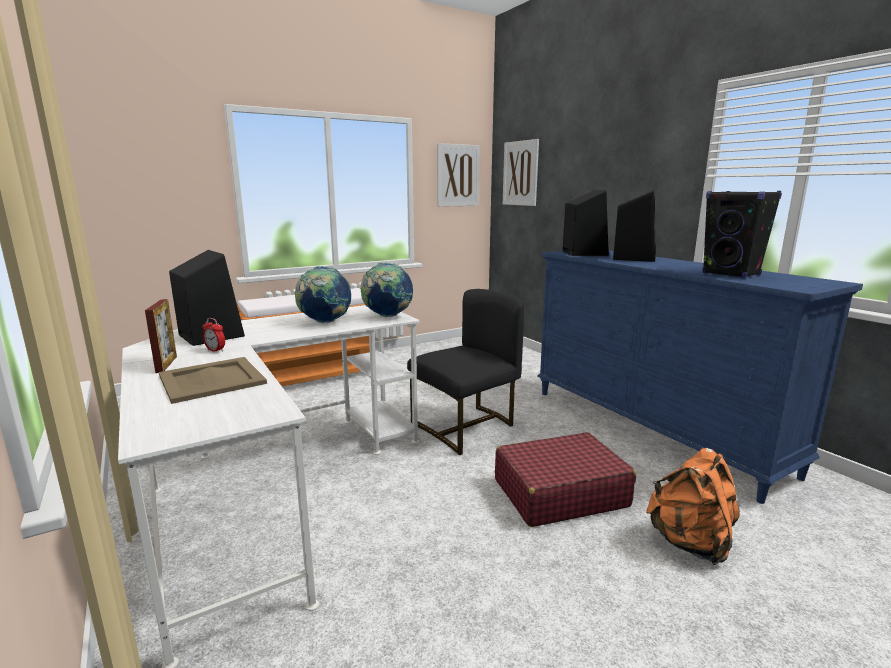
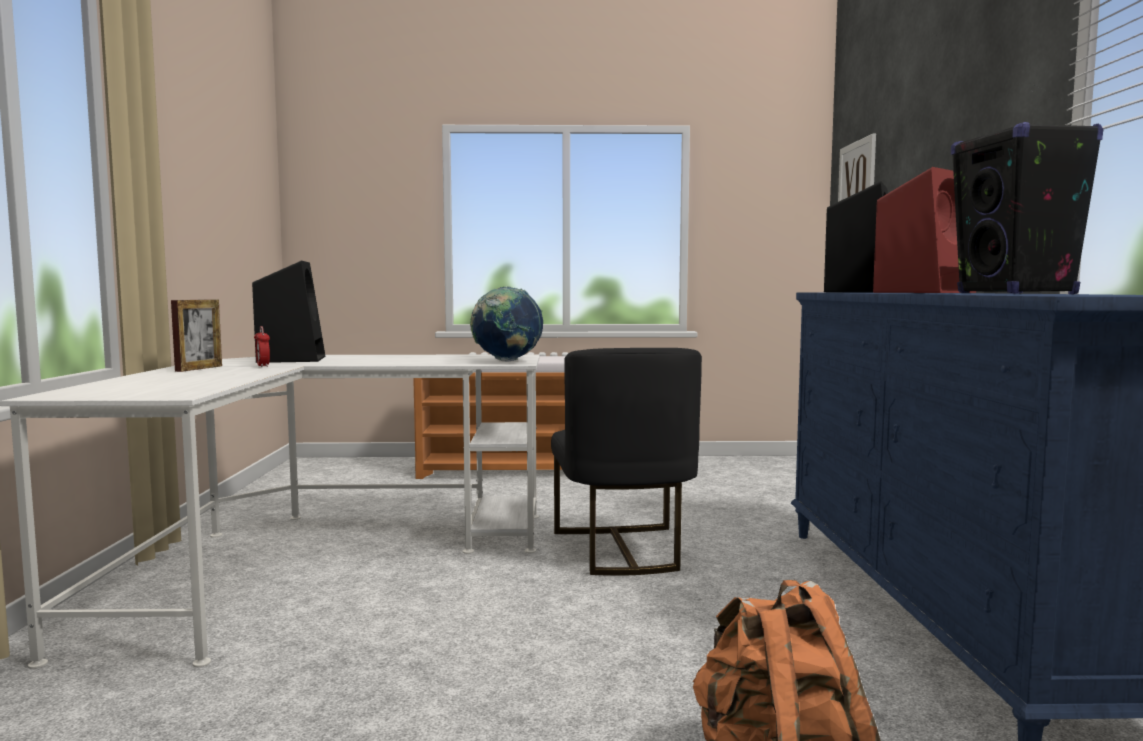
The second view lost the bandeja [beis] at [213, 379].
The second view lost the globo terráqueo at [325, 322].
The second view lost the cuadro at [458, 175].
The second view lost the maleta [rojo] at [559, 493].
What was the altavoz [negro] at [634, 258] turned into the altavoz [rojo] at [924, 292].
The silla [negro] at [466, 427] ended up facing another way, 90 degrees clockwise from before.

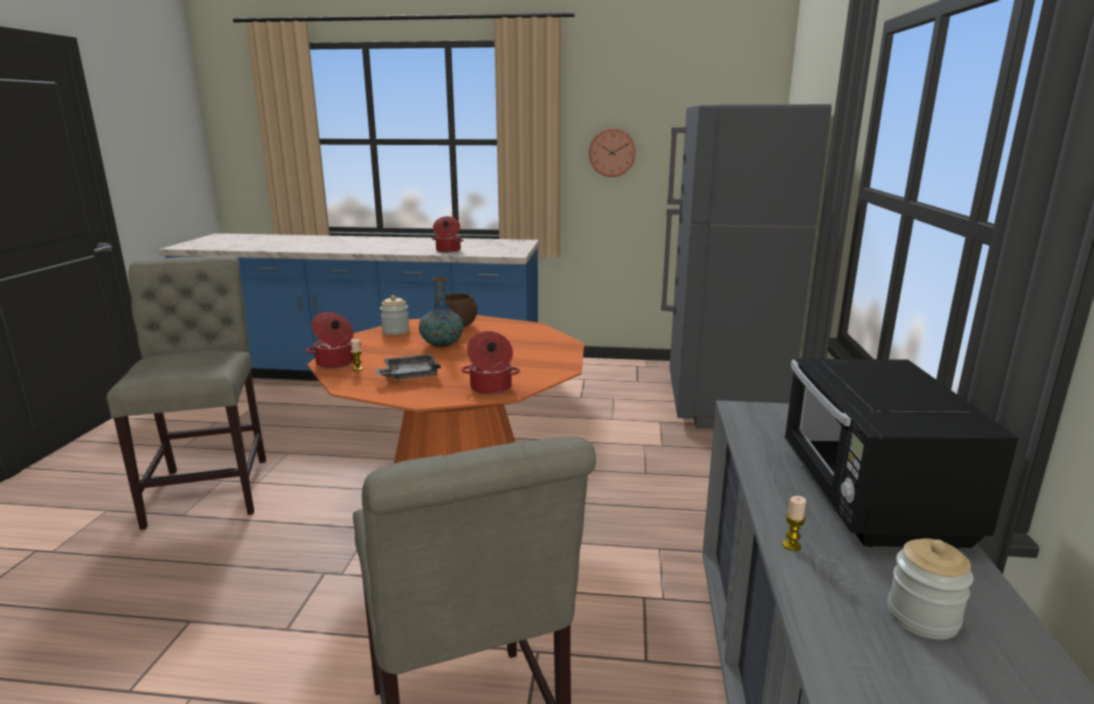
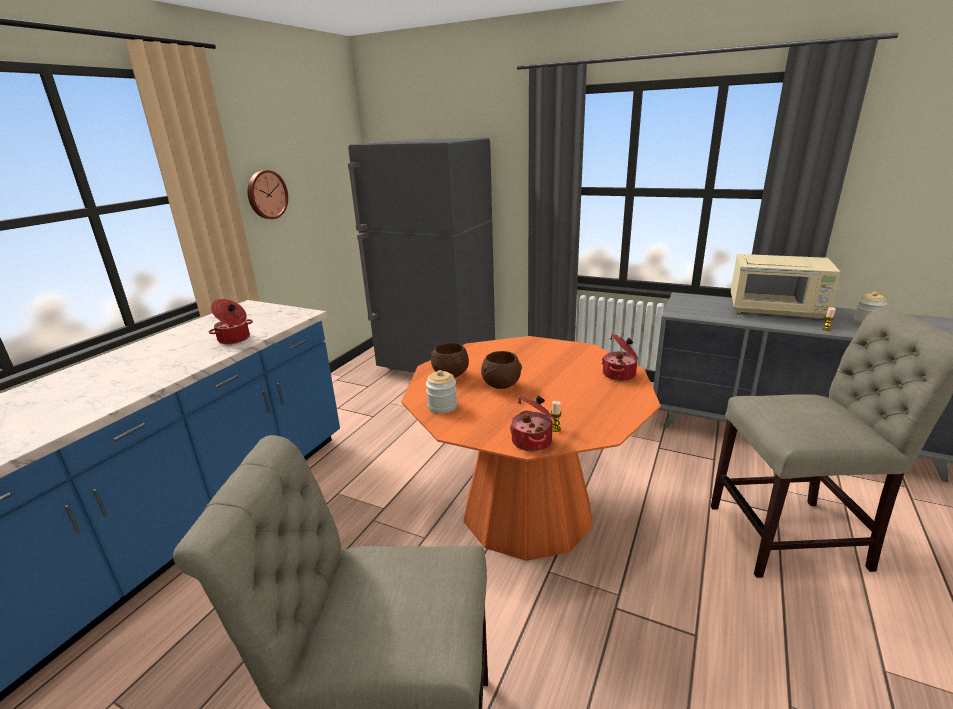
The second view lost the bandeja [gris] at [409, 375].
Where the florero stood at [442, 344], the cuenco [marrón] came to stand at [502, 386].
What was the microondas [negro] at [870, 499] turned into the microondas [beis] at [776, 310].

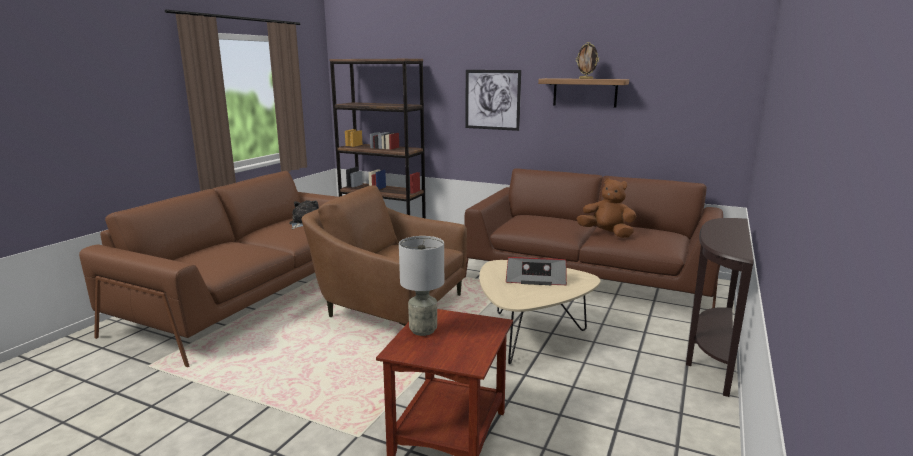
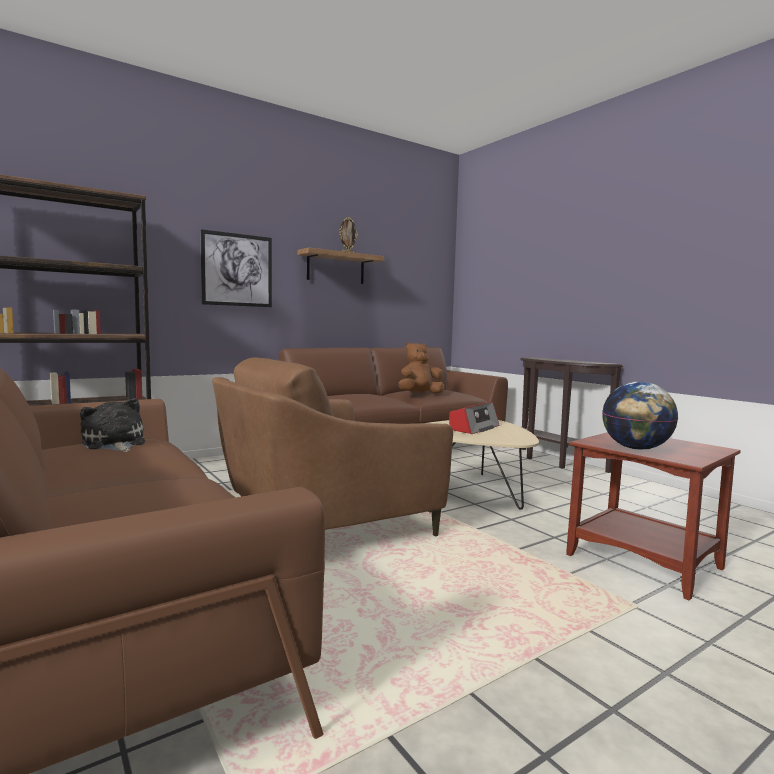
Where the lámpara de mesa [gris] stood at [422, 330], the globo terráqueo came to stand at [636, 448].

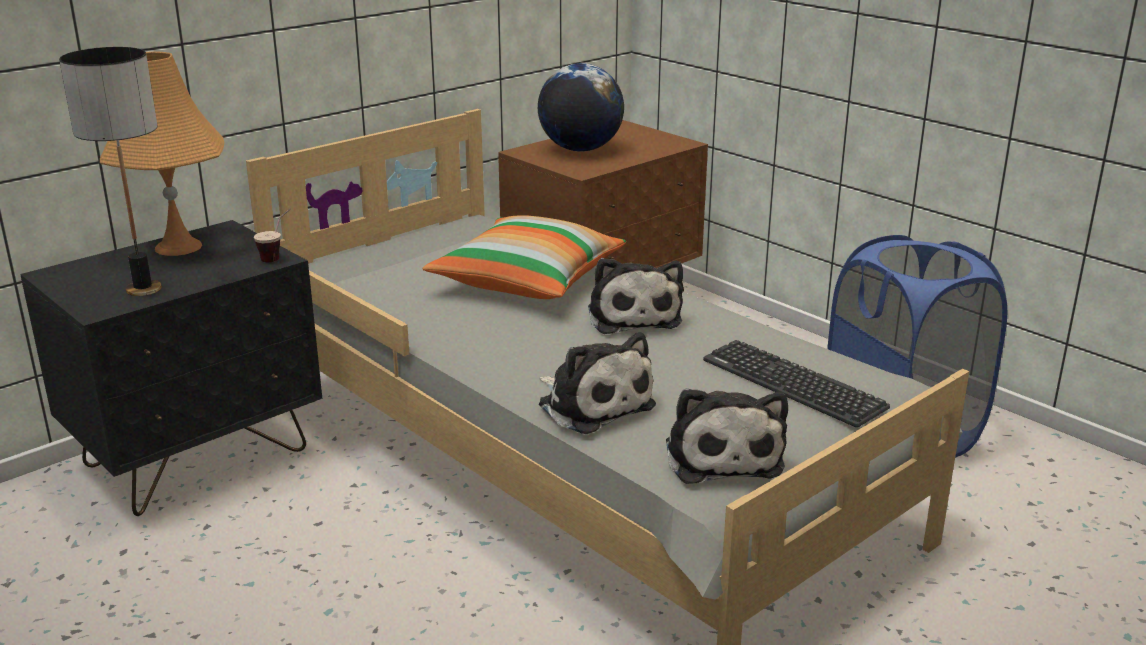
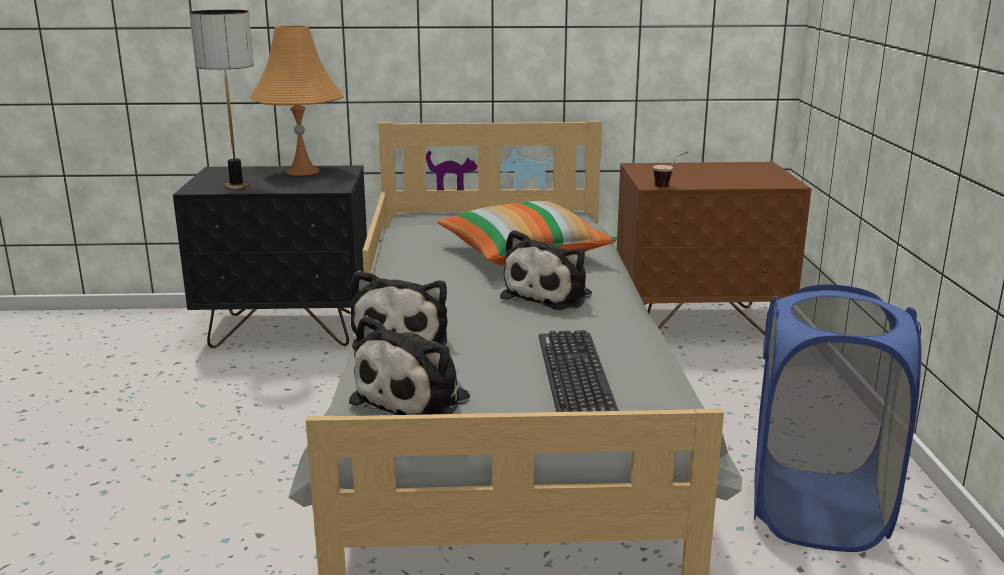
The second view lost the globo terráqueo at [580, 149].
The taza ended up elsewhere, having gone from [277, 256] to [669, 185].

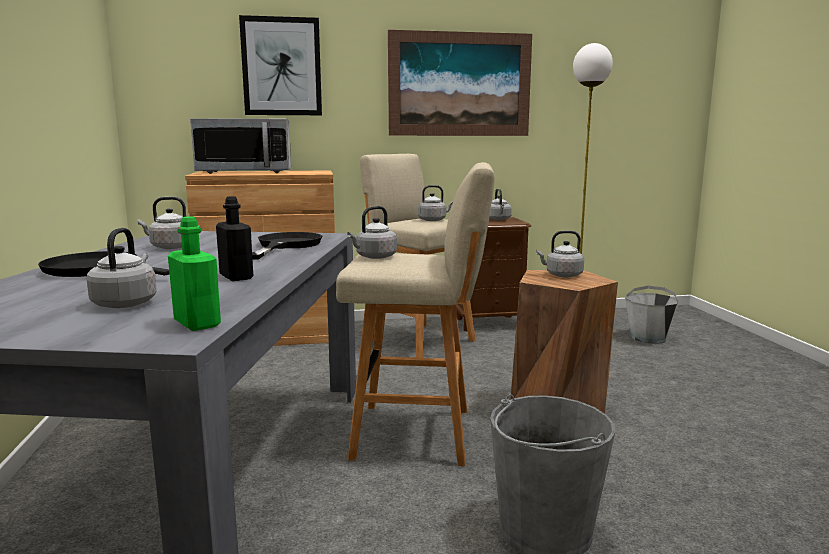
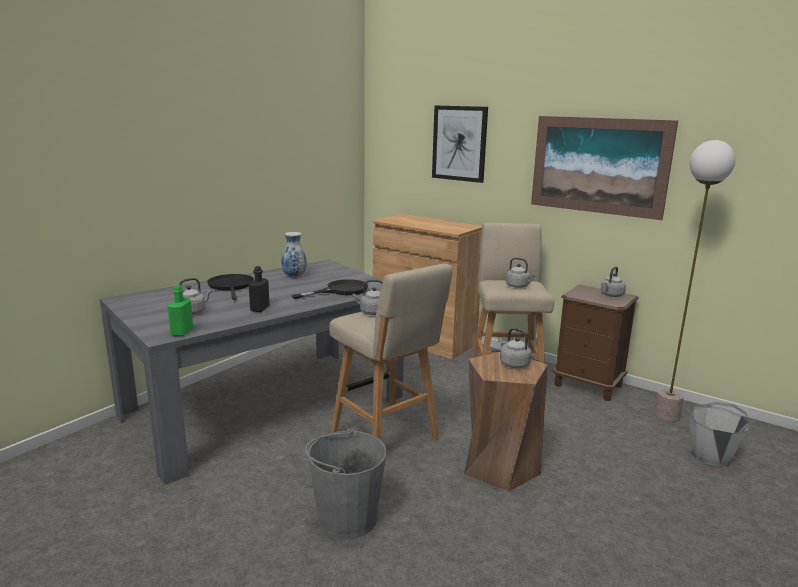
The second view lost the microondas at [245, 172].
Where the hervidor [gris] stood at [169, 247], the florero came to stand at [294, 276].

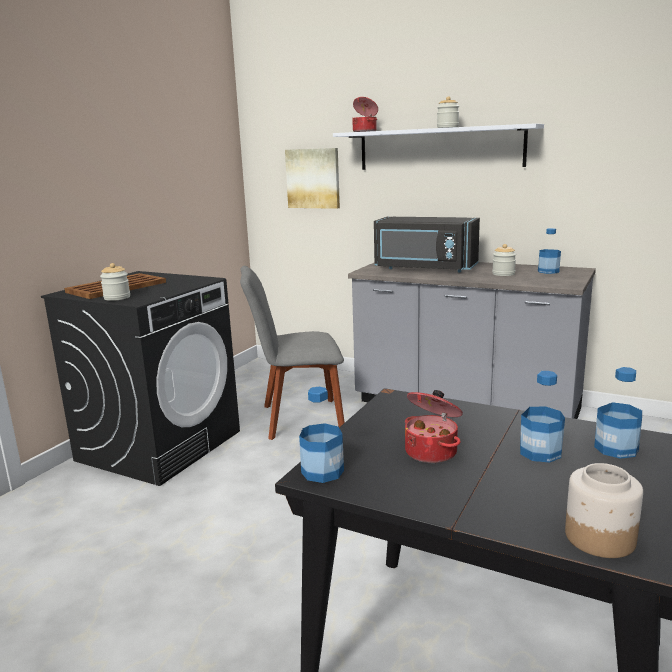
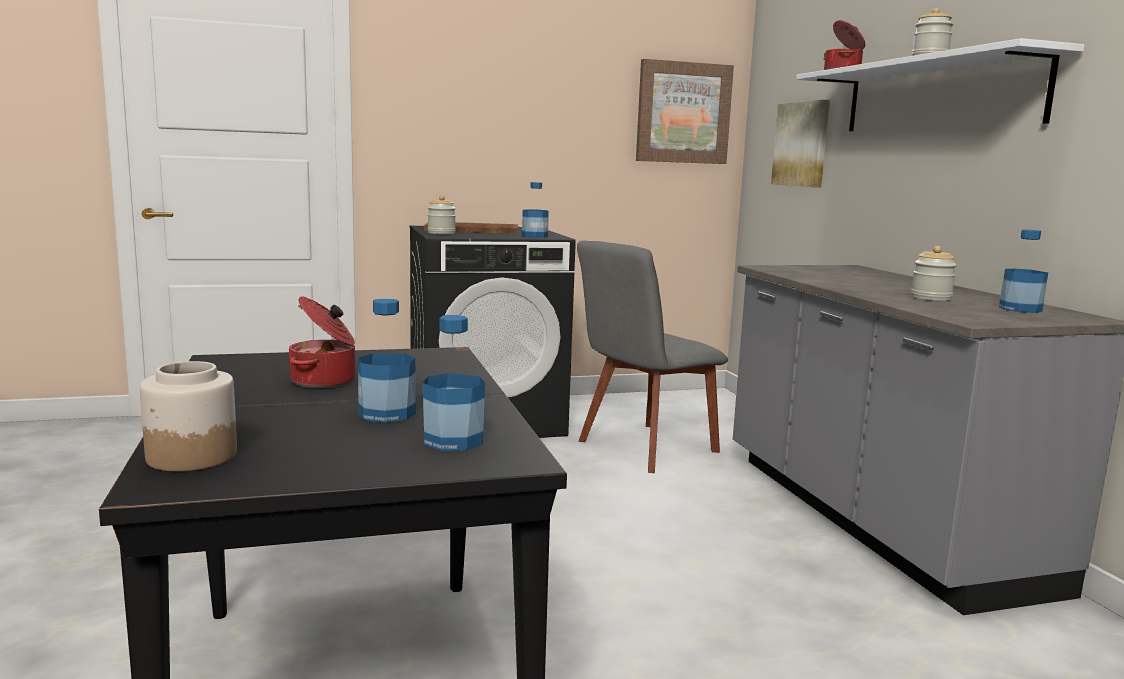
The second view lost the microondas [negro] at [424, 268].
The second view gained the cuadro at [683, 113].
The botella ended up elsewhere, having gone from [322, 471] to [534, 236].
The silla [gris] at [297, 419] ended up facing another way, 75 degrees counterclockwise from before.

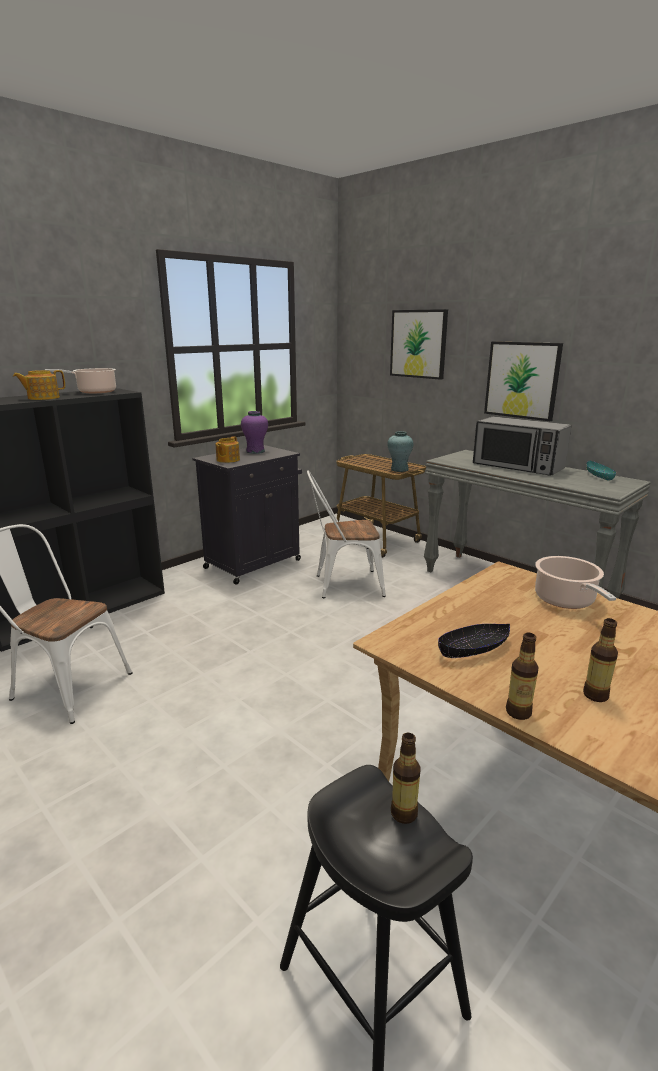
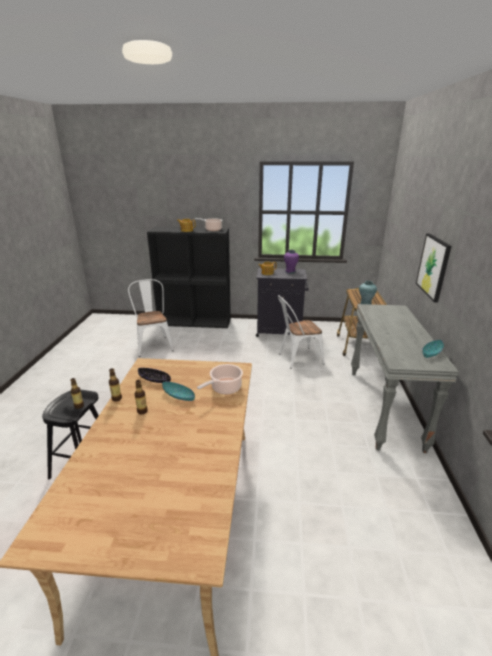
The second view lost the cuadro at [418, 344].
The second view lost the microondas at [517, 466].
The second view gained the cuenco [turquesa] at [179, 395].
The silla [blanco] at [342, 585] ended up facing another way, 60 degrees counterclockwise from before.

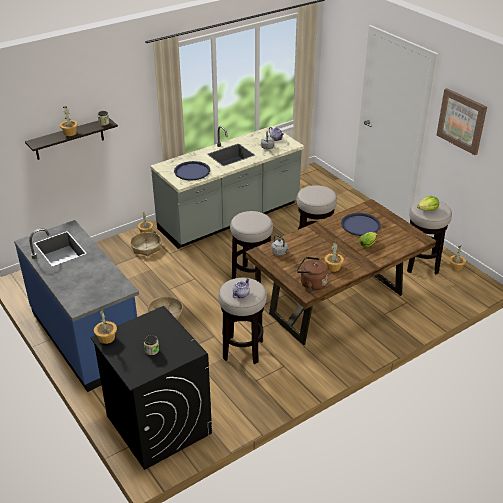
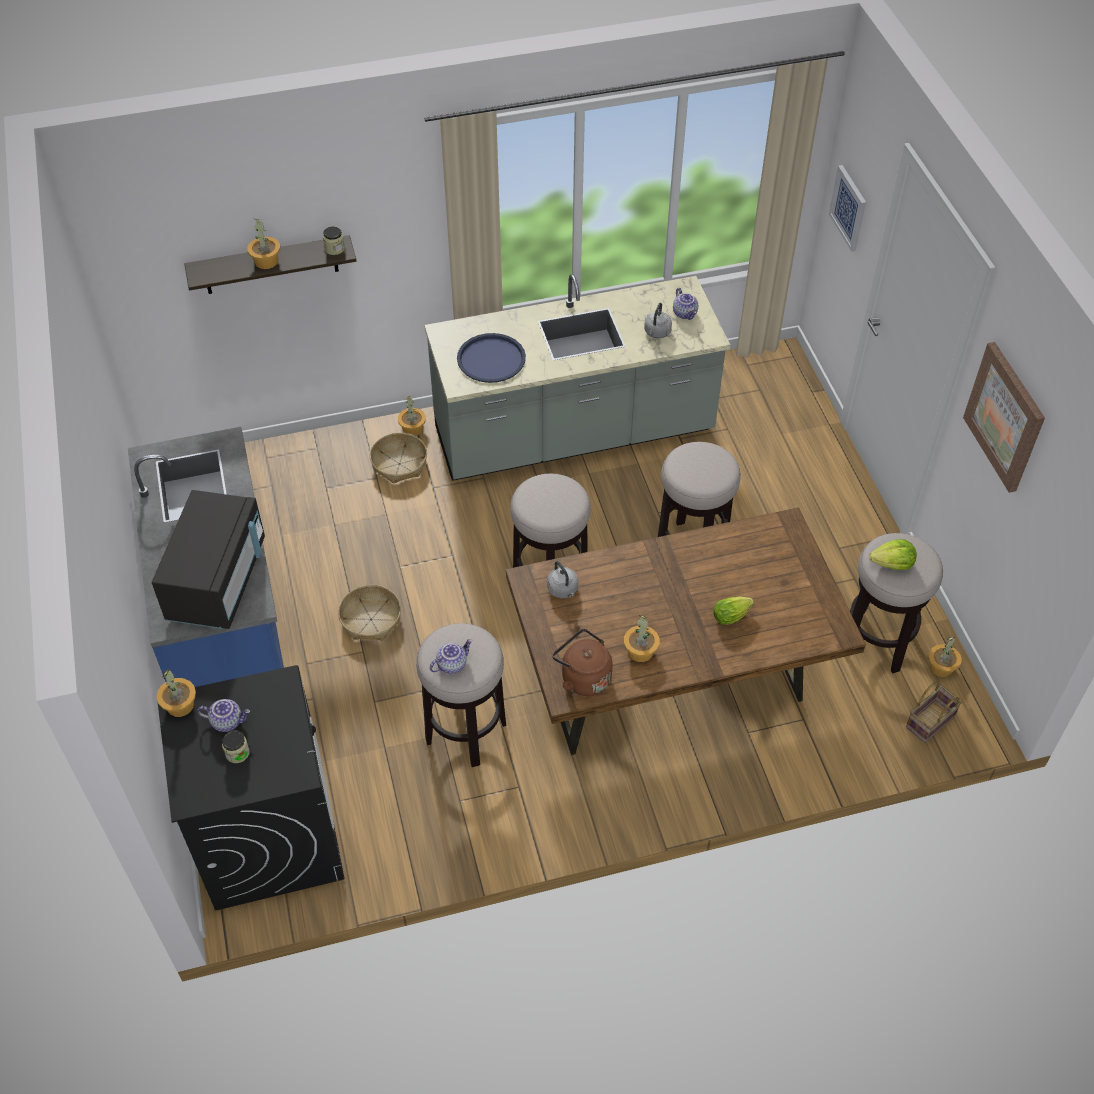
The second view lost the bandeja [azul] at [360, 225].
The second view gained the microondas [negro] at [218, 581].
The second view gained the tetera at [227, 721].
The second view gained the cuadro at [849, 208].
The second view gained the cesta at [930, 723].

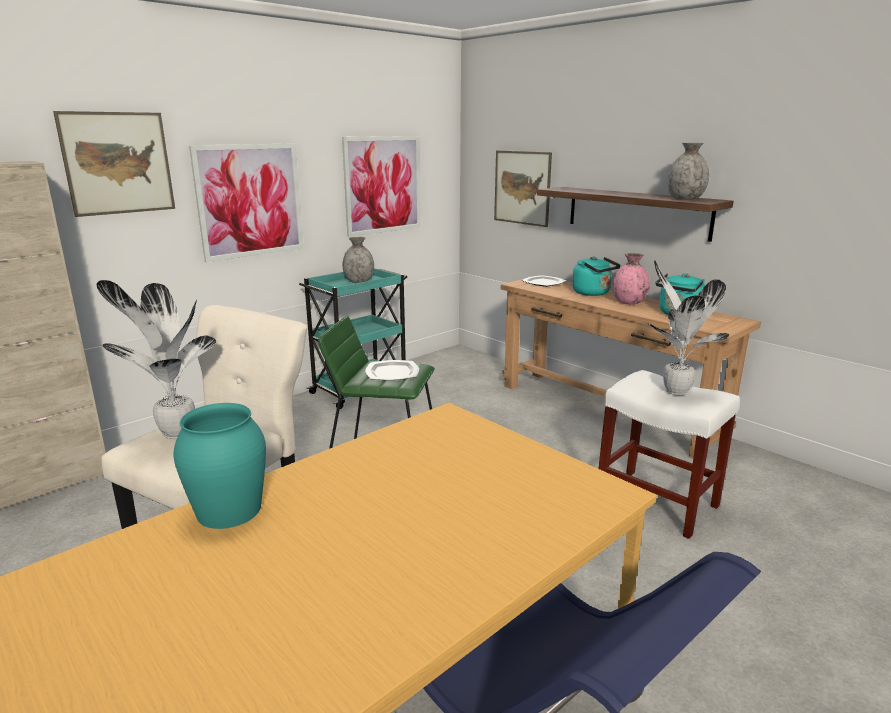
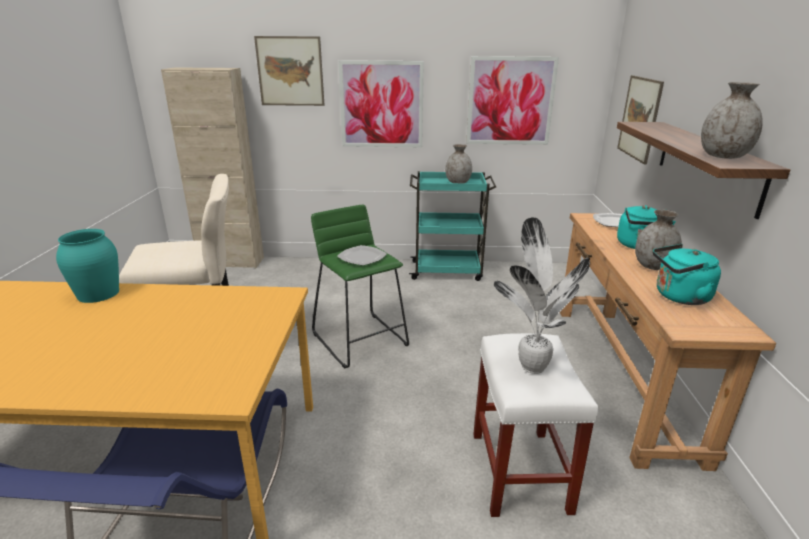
The second view lost the planta en maceta at [175, 434].
What was the florero [rosa] at [628, 303] turned into the florero [gris] at [653, 266].

